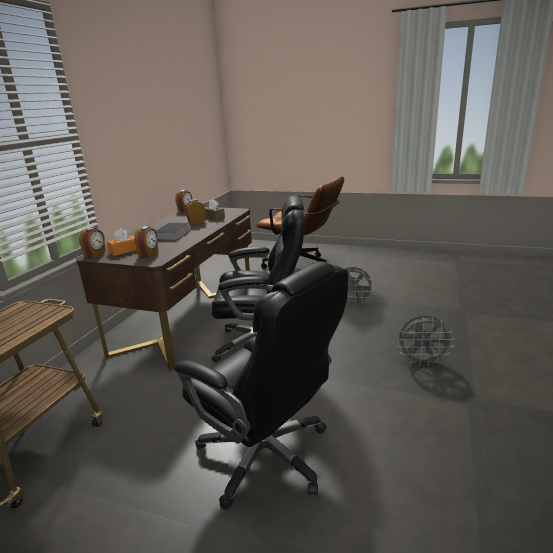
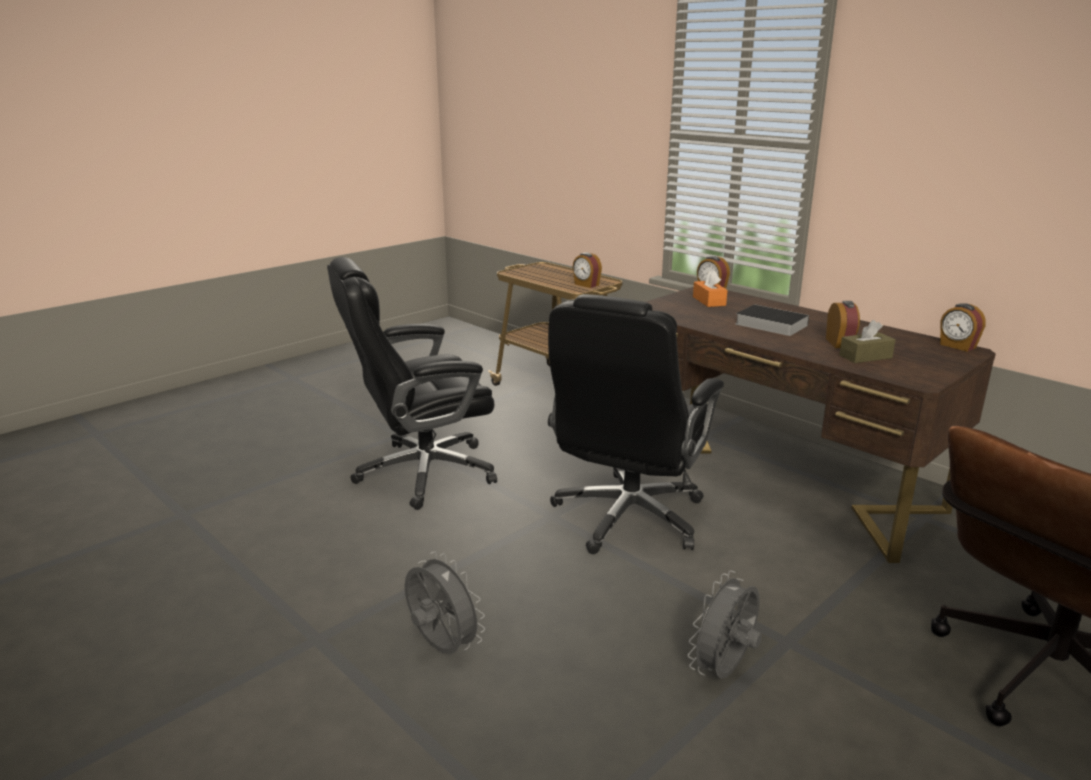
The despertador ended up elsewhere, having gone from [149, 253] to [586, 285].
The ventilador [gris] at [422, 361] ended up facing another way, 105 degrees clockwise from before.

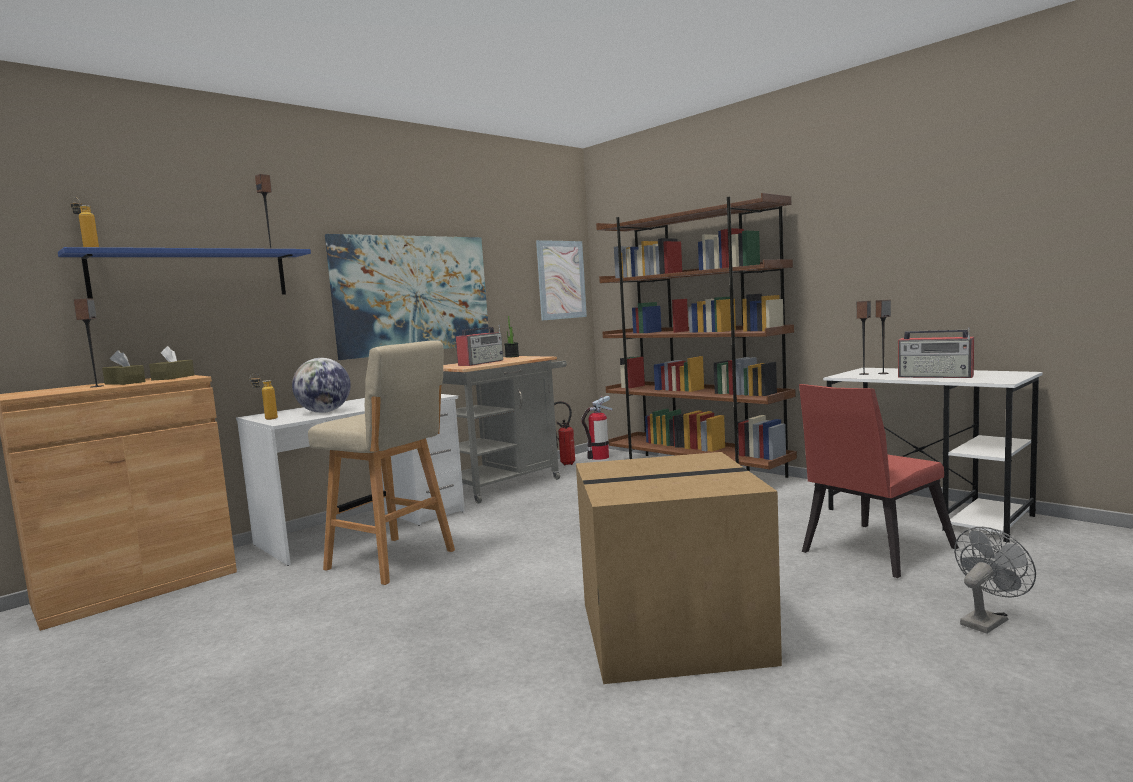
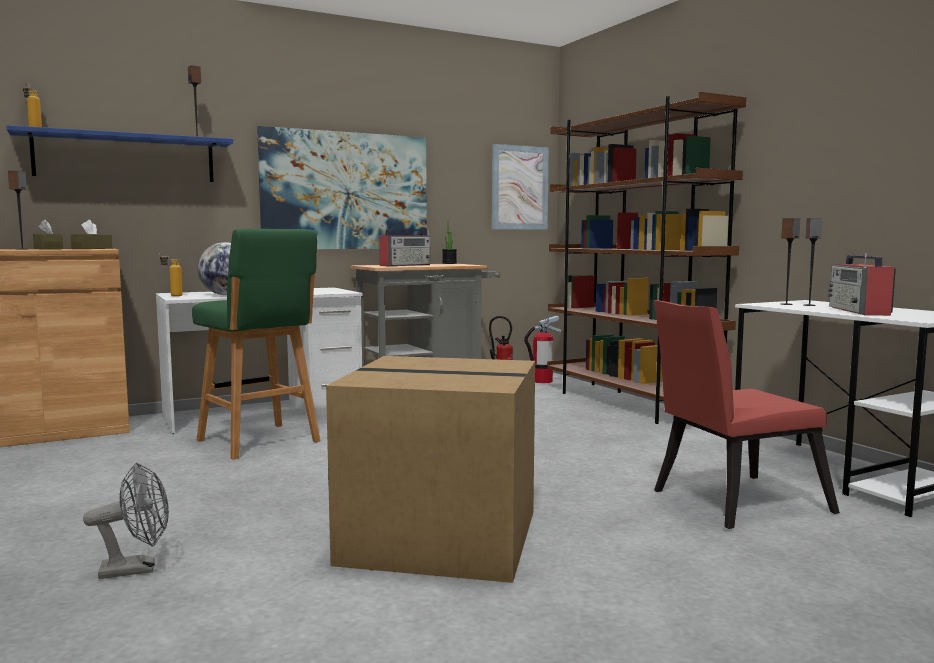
The ventilador [gris] ended up elsewhere, having gone from [987, 620] to [137, 569].
What was the taburete [beis] at [393, 560] turned into the taburete [verde] at [260, 442].
The radio at [936, 376] ended up facing another way, 45 degrees clockwise from before.

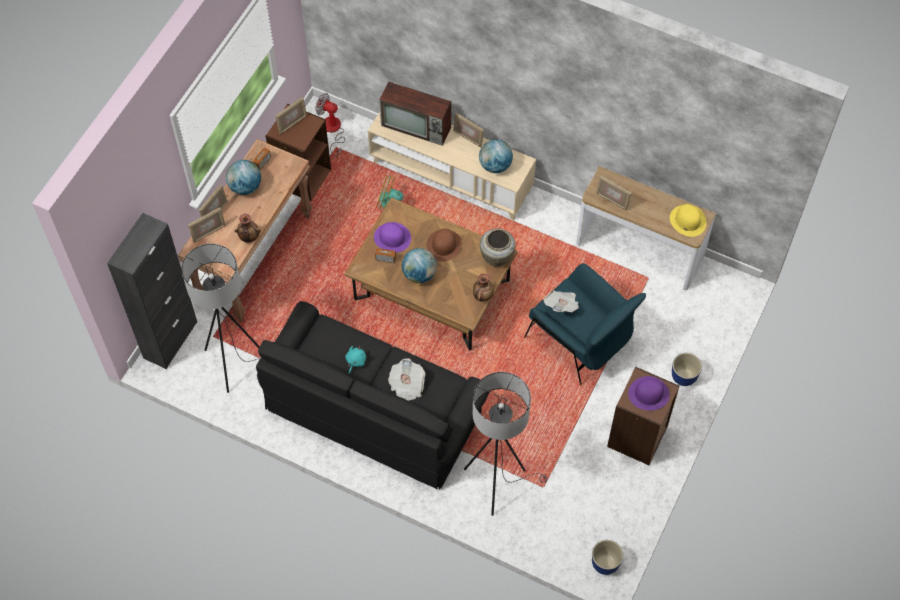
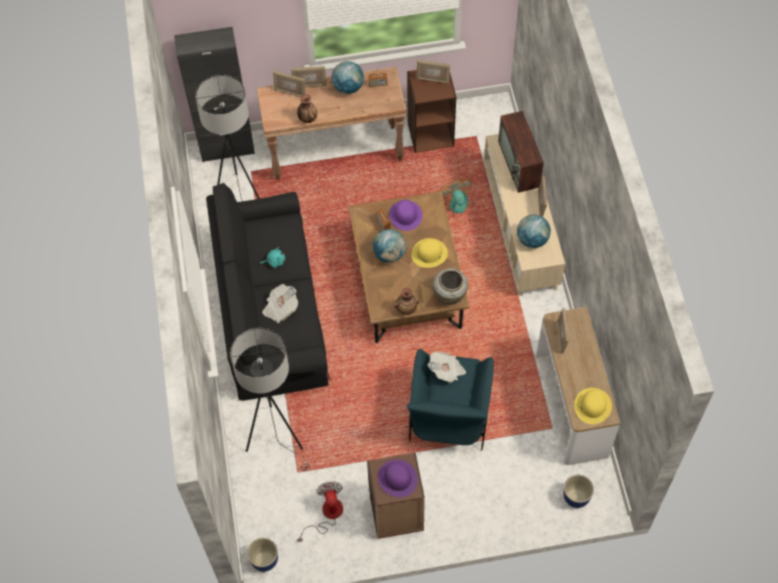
The ventilador ended up elsewhere, having gone from [332, 131] to [327, 515].
The maceta ended up elsewhere, having gone from [684, 377] to [576, 498].
What was the sombrero [marrón] at [444, 245] turned into the sombrero [amarillo] at [429, 253].

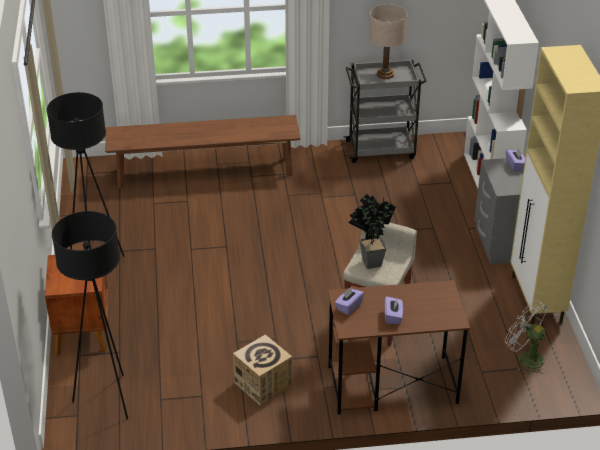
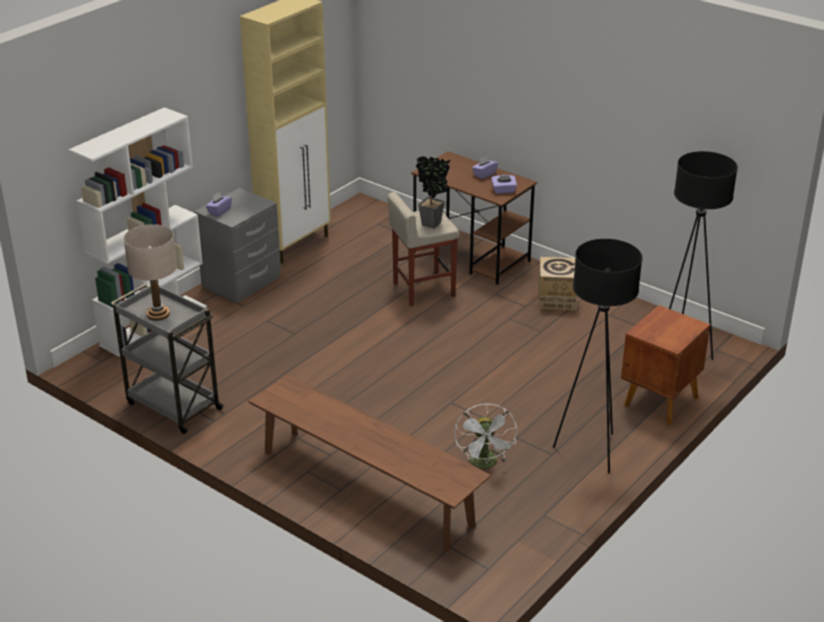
The ventilador [blanco] ended up elsewhere, having gone from [525, 358] to [485, 464].

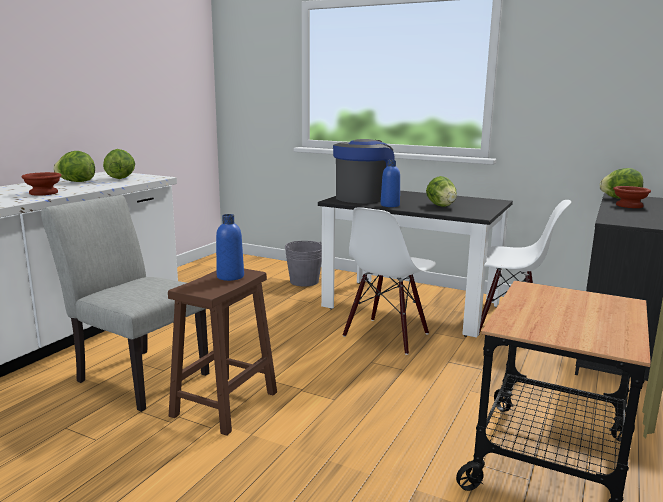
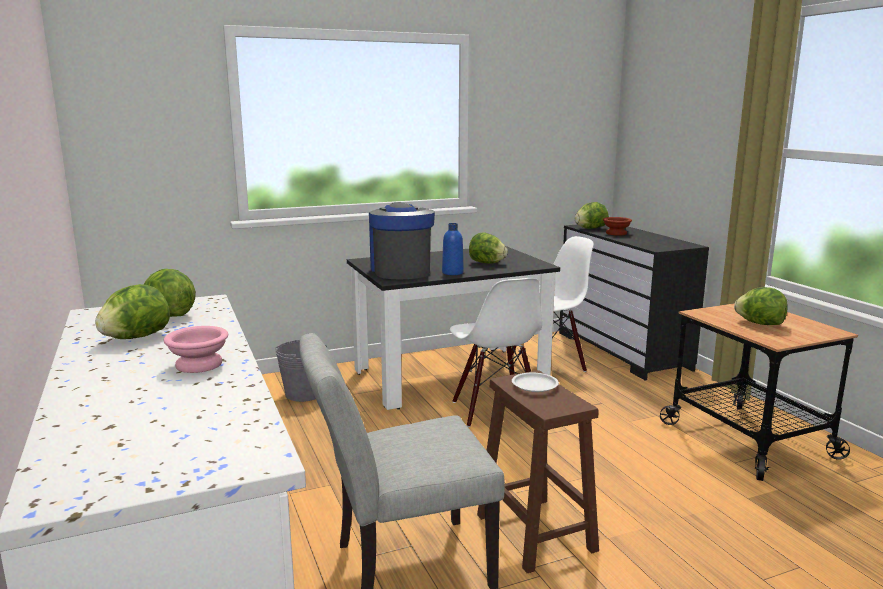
The second view gained the lechuga at [759, 324].
Where the botella [azul] stood at [230, 276], the plato [blanco] came to stand at [535, 385].
What was the cuenco [marrón] at [44, 193] turned into the cuenco [rosa] at [201, 365].

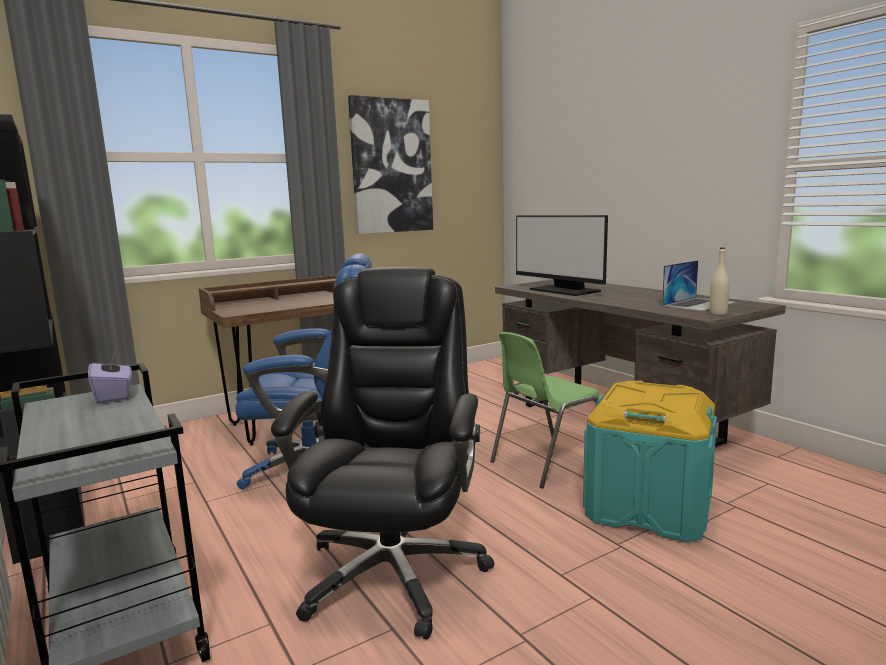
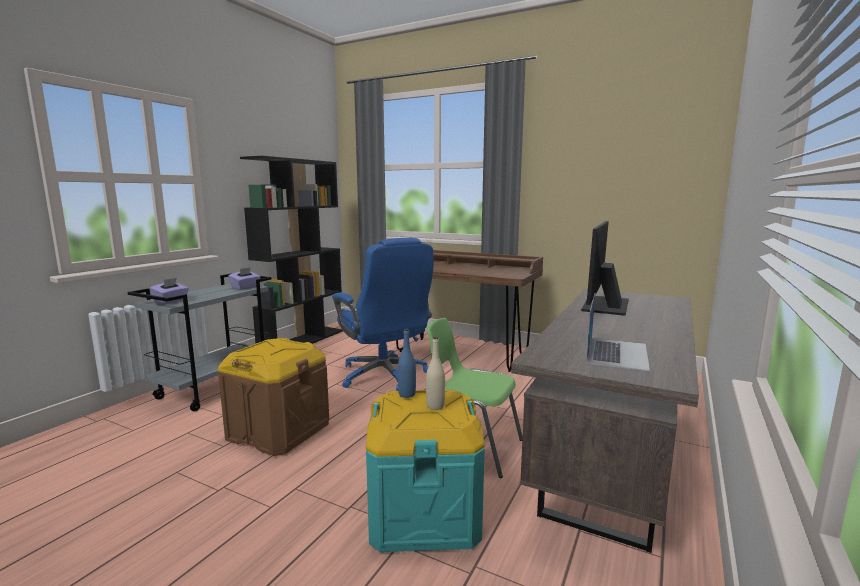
The second view lost the cuadro at [391, 166].
The second view gained the caja de pañuelos [morado] at [171, 301].
The second view gained the botella [azul] at [407, 394].
The botella [beis] ended up elsewhere, having gone from [718, 313] to [435, 406].
Where the silla de oficina [negro] stood at [394, 571], the caja de almacenaje [marrón] came to stand at [278, 431].
The portátil at [698, 304] ended up facing another way, 90 degrees counterclockwise from before.

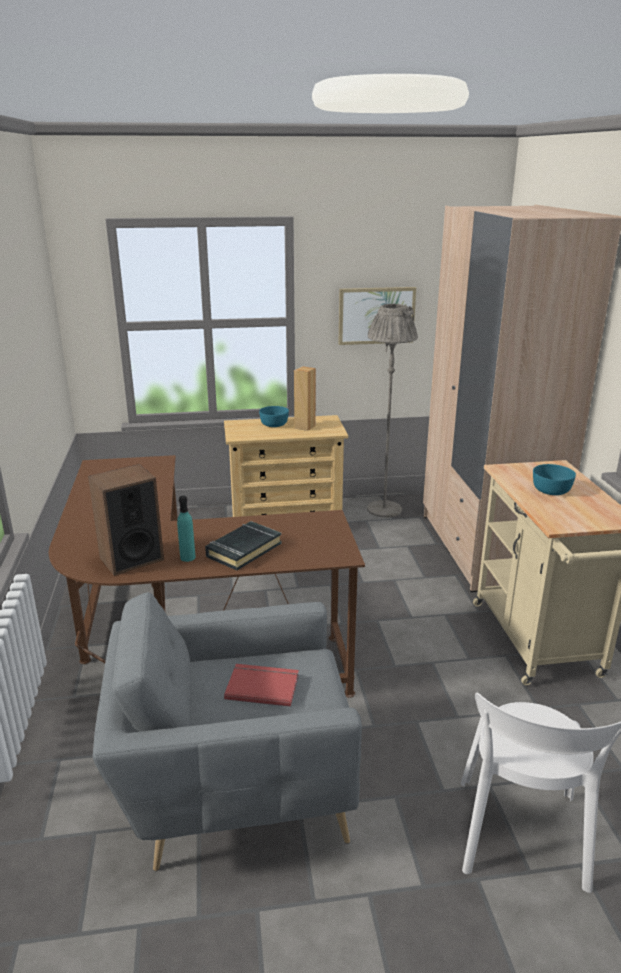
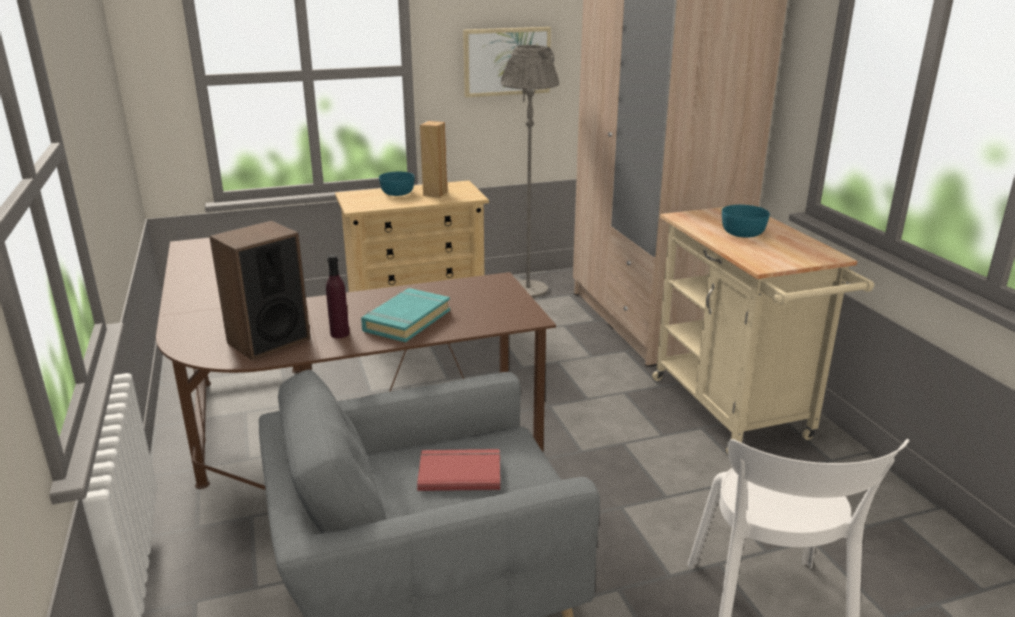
What was the botella [turquesa] at [187, 557] turned into the botella [morado] at [339, 334].
What was the libro [negro] at [243, 550] turned into the libro [turquesa] at [406, 320].

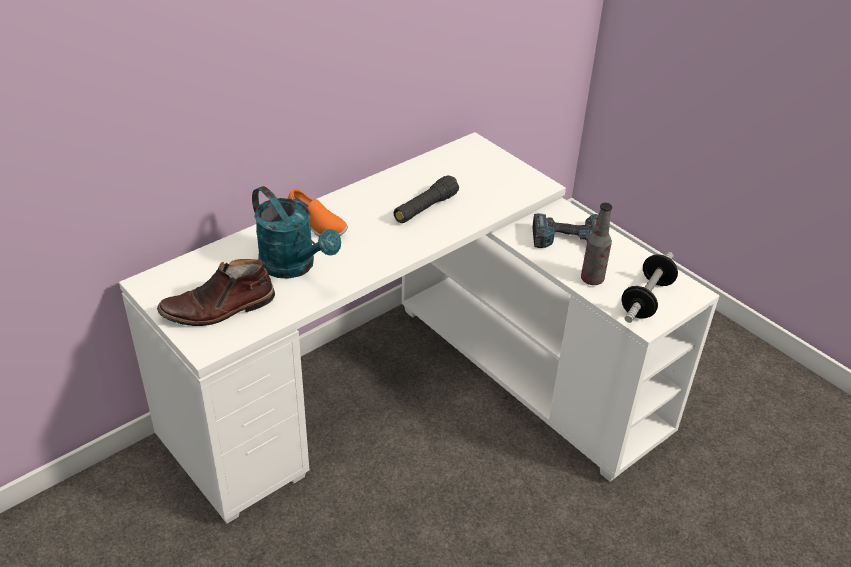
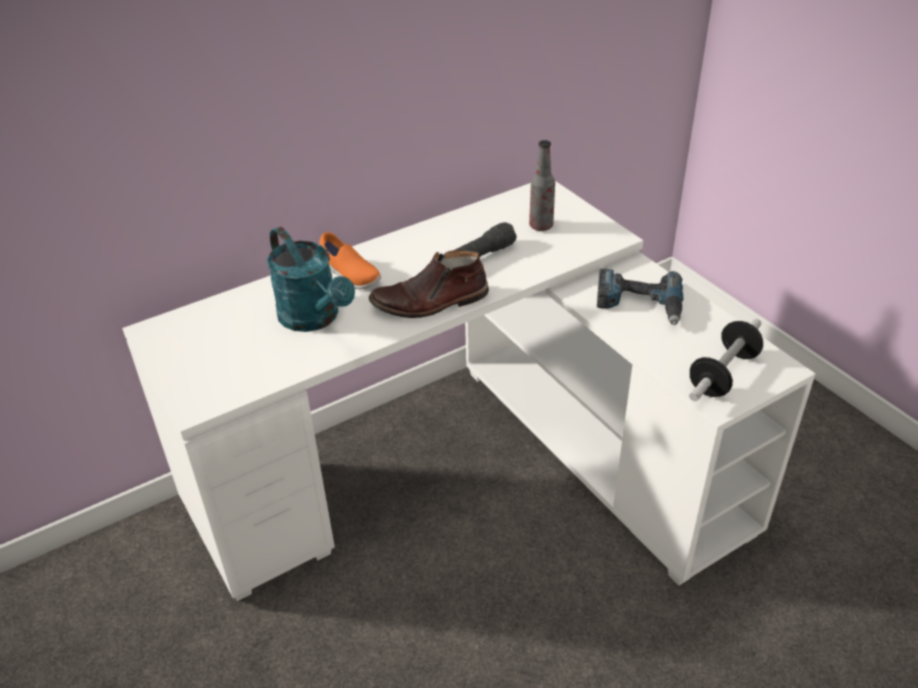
The bota [marrón] ended up elsewhere, having gone from [218, 309] to [430, 302].
The botella ended up elsewhere, having gone from [592, 279] to [541, 226].

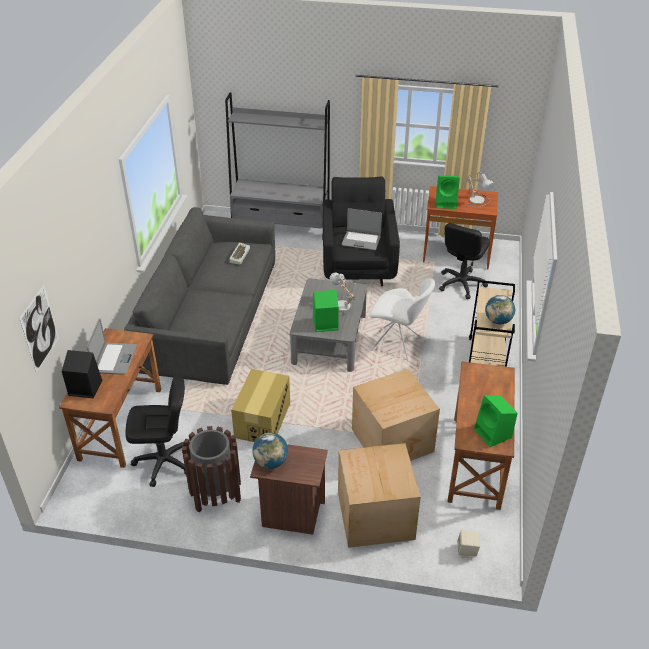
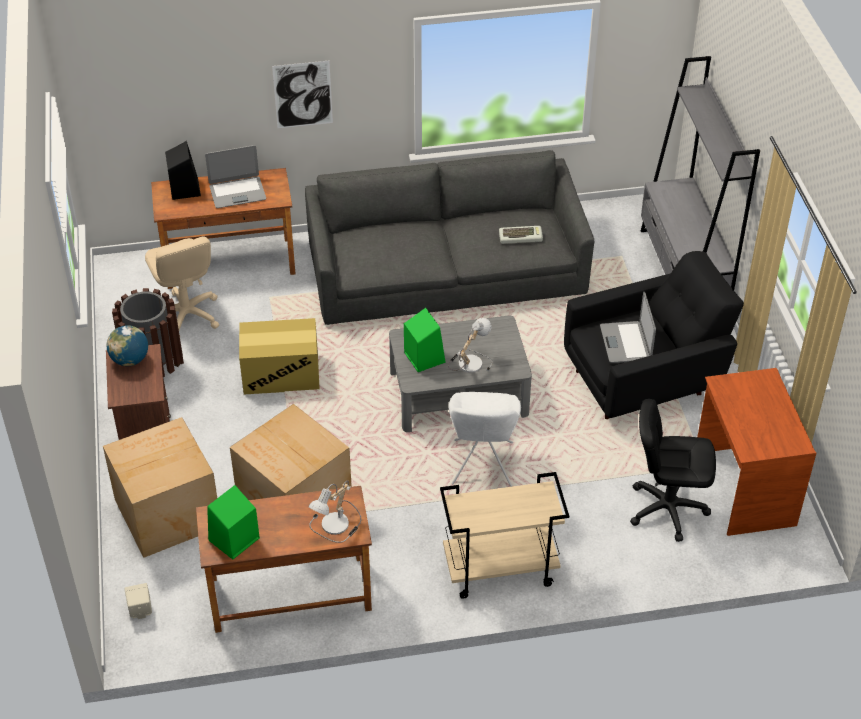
The second view lost the altavoz [verde] at [446, 203].
The second view lost the globo terráqueo at [498, 321].
The cuadro ended up elsewhere, having gone from [39, 328] to [303, 94].
The lámpara de mesa ended up elsewhere, having gone from [478, 200] to [336, 526].
What was the silla de oficina [negro] at [164, 462] turned into the silla de oficina [beis] at [186, 315].

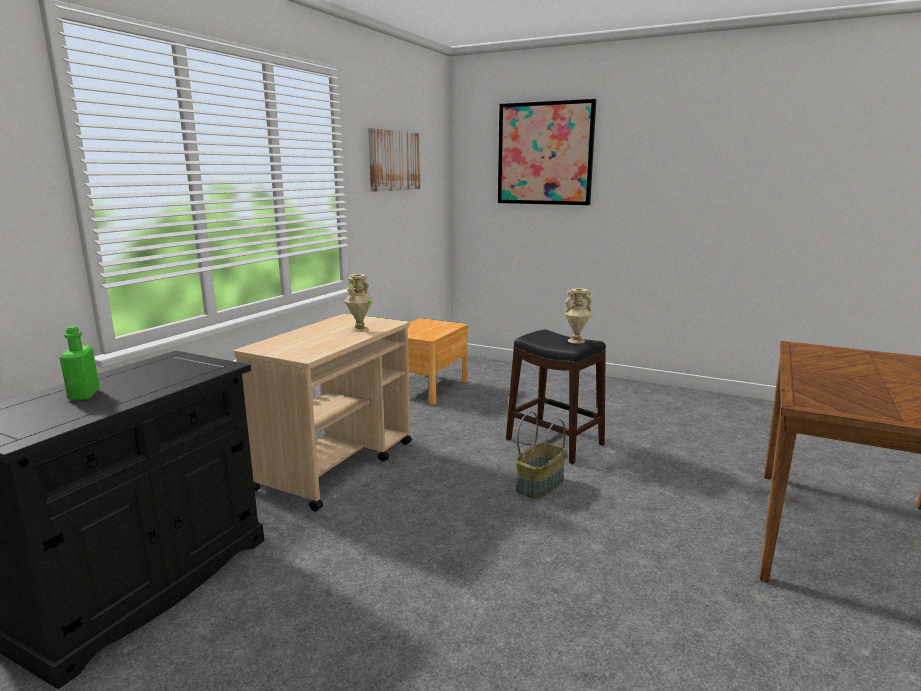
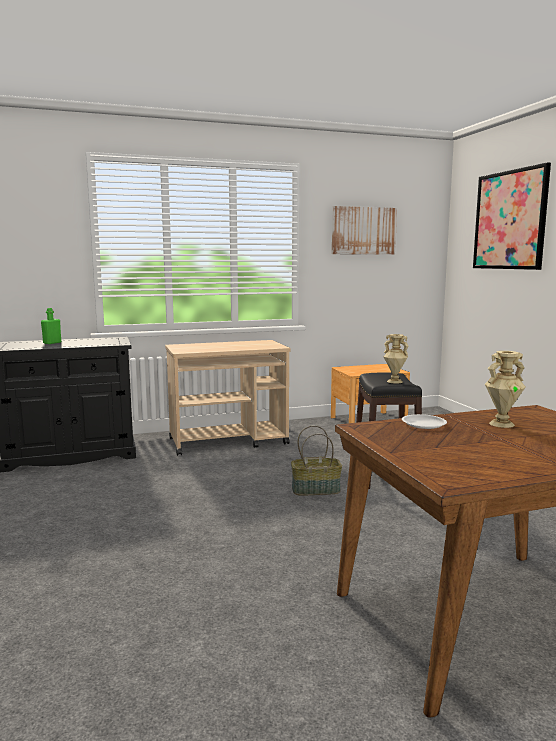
The second view gained the plato [blanco] at [423, 424].
The florero [beis] ended up elsewhere, having gone from [359, 329] to [501, 424].

